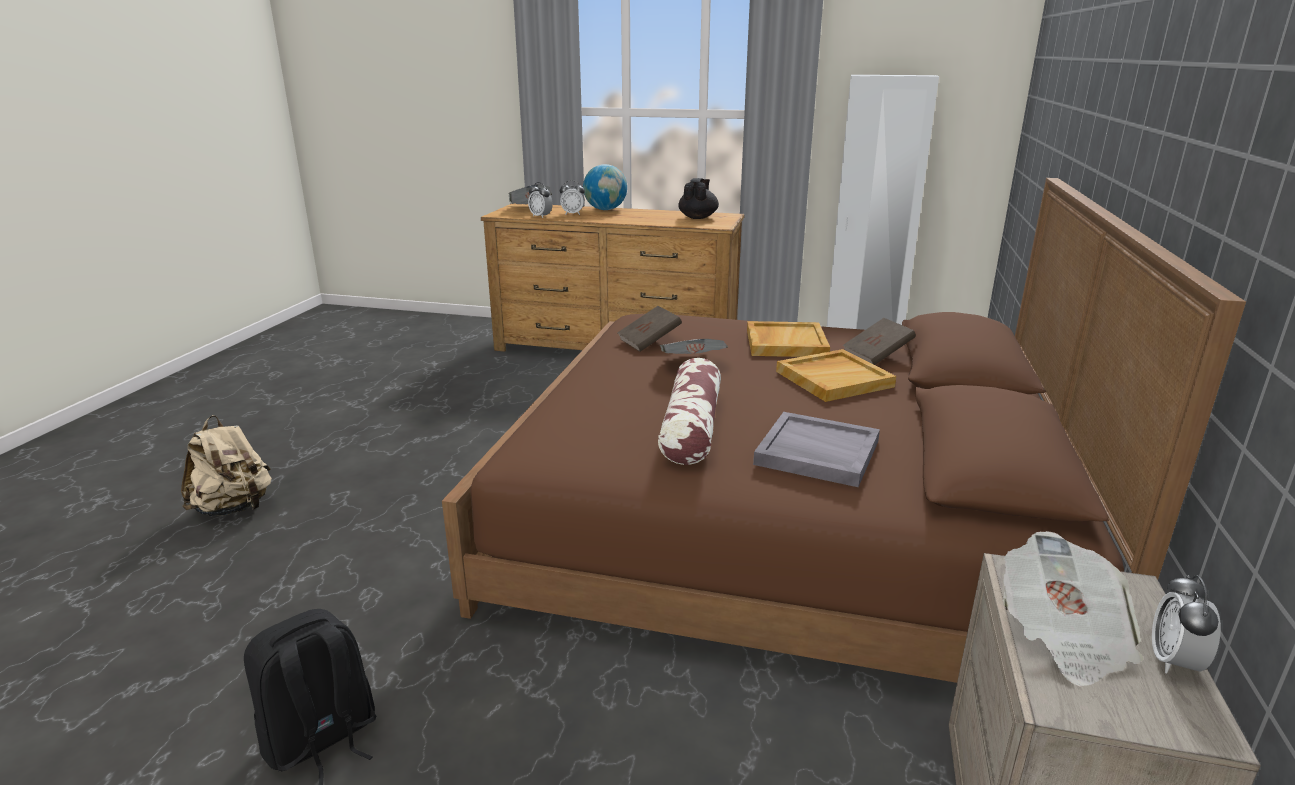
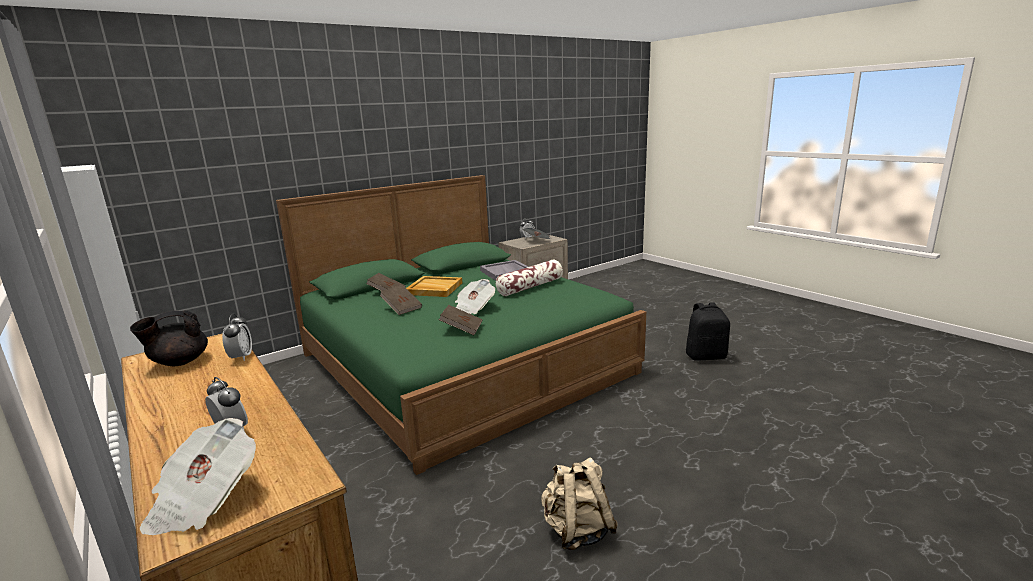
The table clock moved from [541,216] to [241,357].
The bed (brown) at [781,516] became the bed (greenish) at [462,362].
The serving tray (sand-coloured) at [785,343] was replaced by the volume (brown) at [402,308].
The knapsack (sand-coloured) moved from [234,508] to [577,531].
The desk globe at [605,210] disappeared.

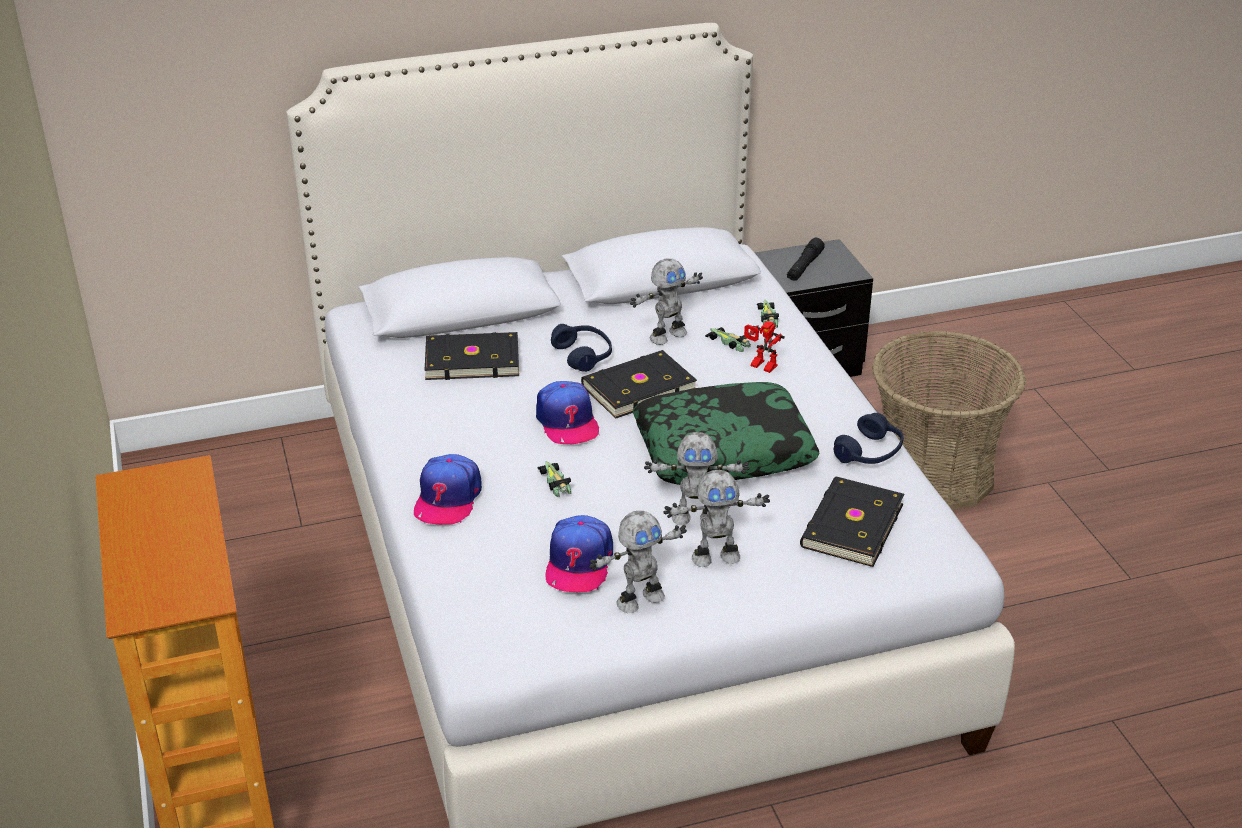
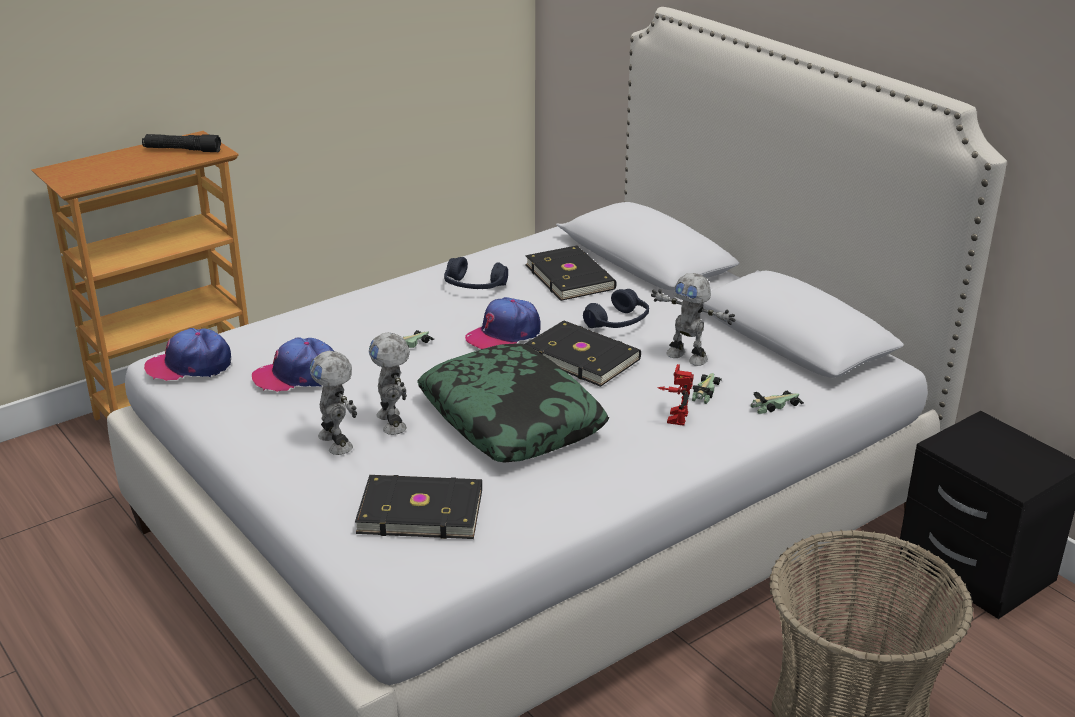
The torch (blackish) moved from [804,266] to [182,150].
The cap moved from [447,498] to [190,365].
The pair of headphones (bluish) moved from [869,453] to [474,286].
The robot figure at [639,599] disappeared.

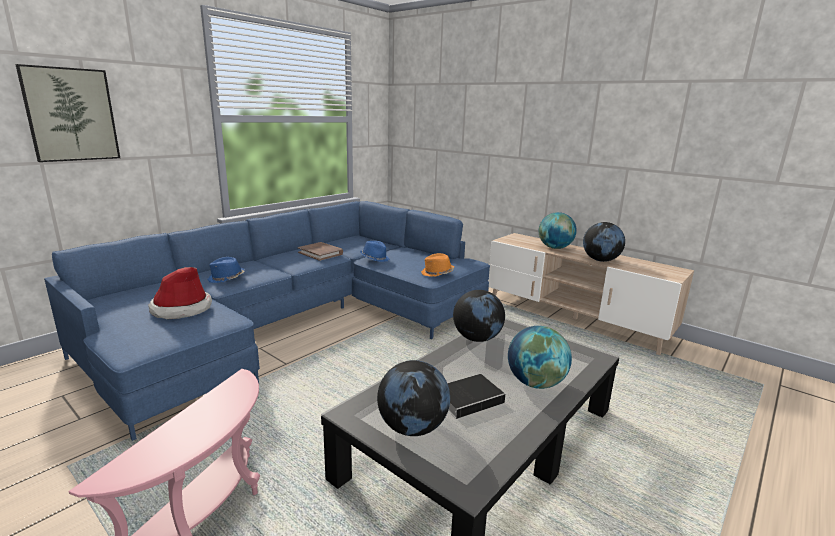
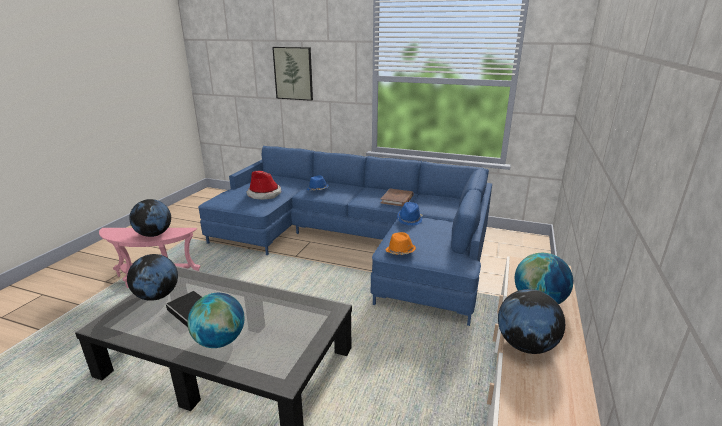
The desk globe moved from [477,338] to [154,234].

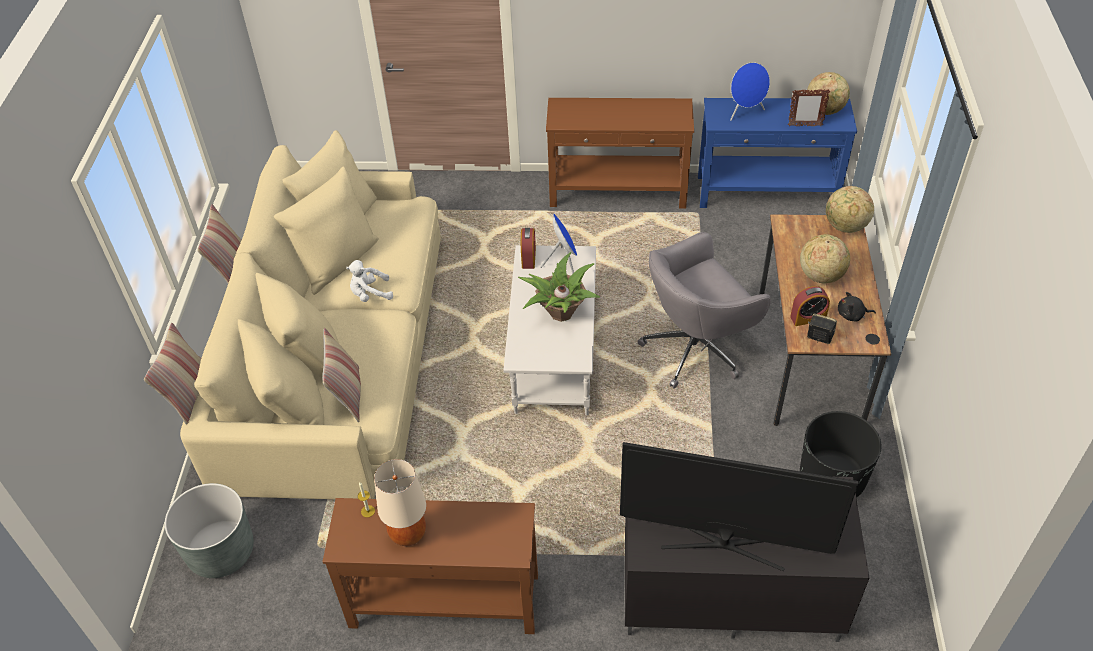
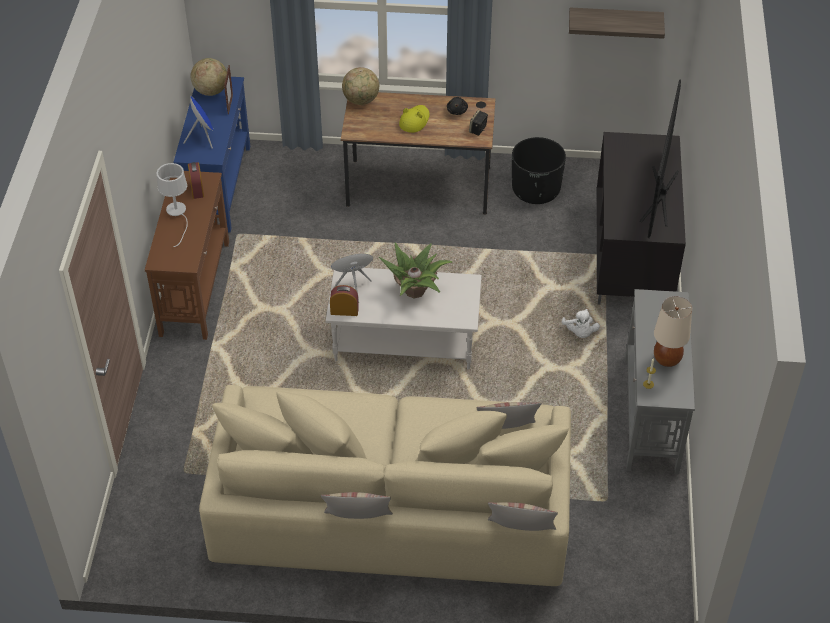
The lamp for a table (white-coloured) at [177,215] appeared.
The table clock moved from [808,318] to [197,189].
The desk globe at [821,275] was replaced by the hat (yellow-coloured) at [414,120].
The cuddly toy (white-coloured) moved from [370,294] to [580,333].
The shelf at [615,22] appeared.
The narrow table (brown) at [443,600] became the narrow table (greyish) at [650,414].
The planter (greyish) at [221,551] disappeared.
The computer chair (greyish) at [696,348] disappeared.

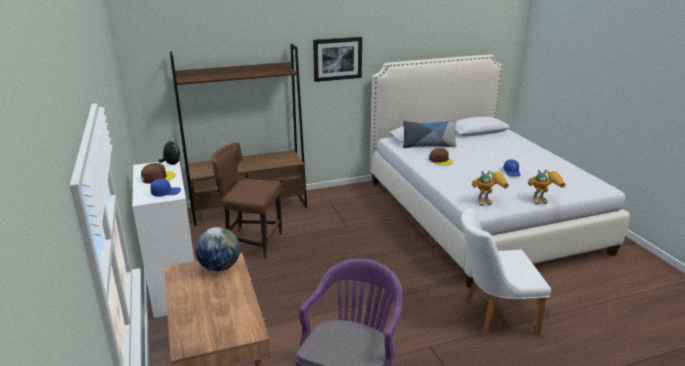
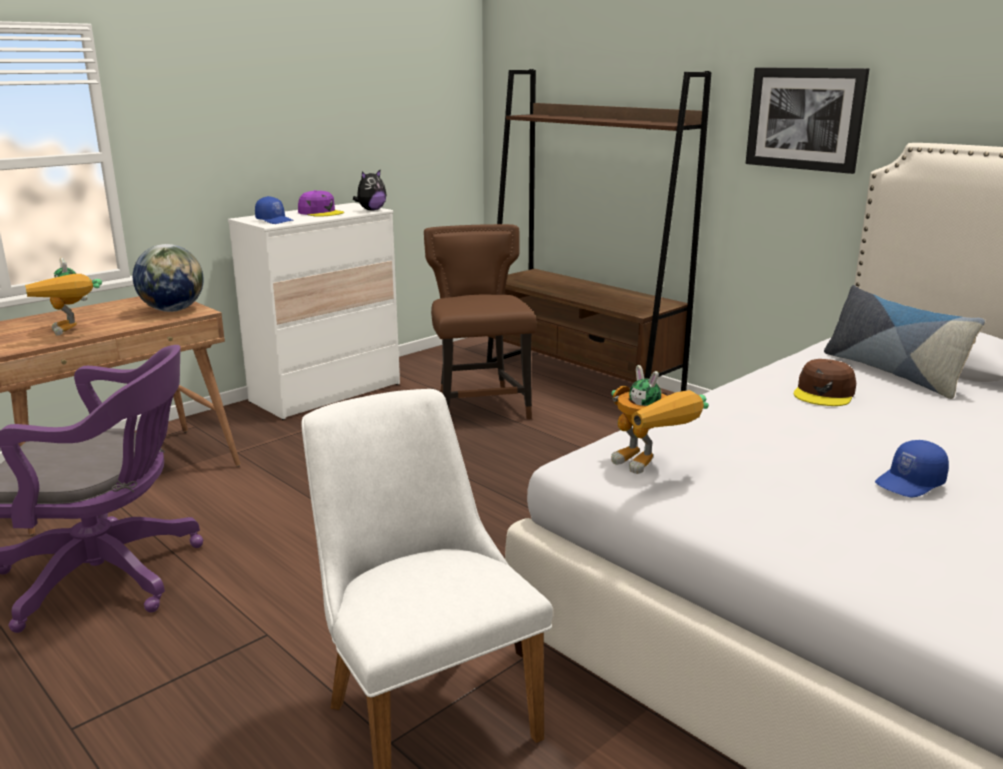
The robot figure moved from [543,200] to [73,333].
The cap (brown) at [158,177] became the cap (purple-coloured) at [321,212].

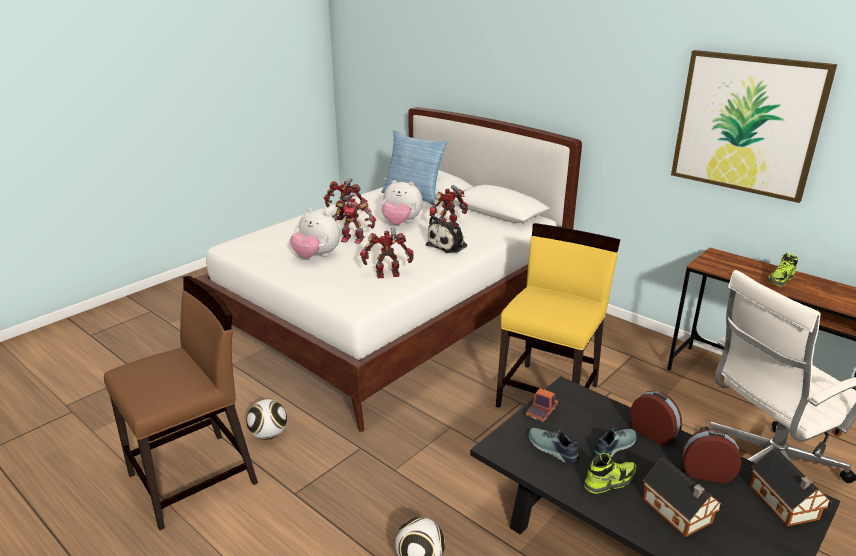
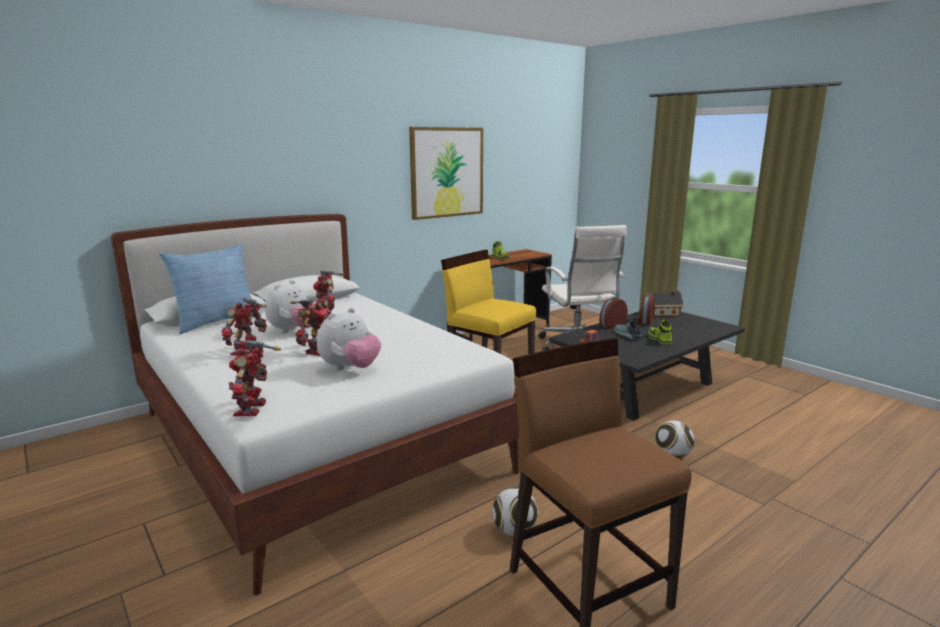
The robot figure moved from [388,275] to [253,409].
The cuddly toy at [448,245] disappeared.
The shoe at [551,449] disappeared.
The model house at [678,512] disappeared.

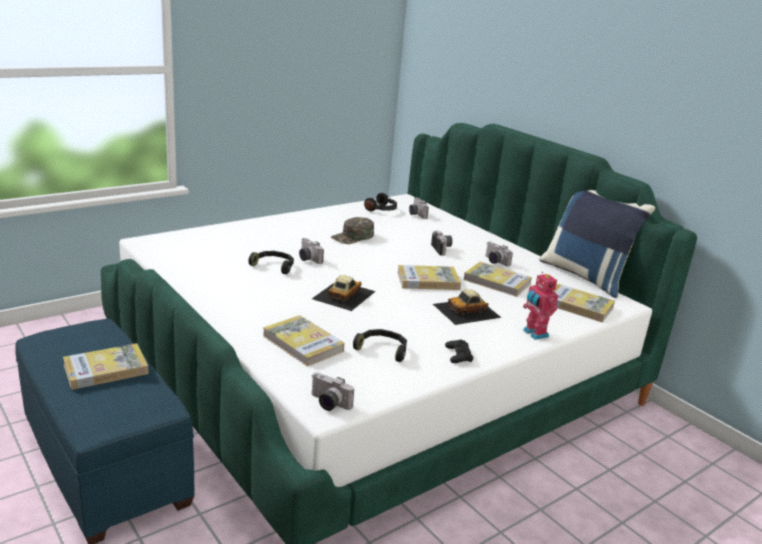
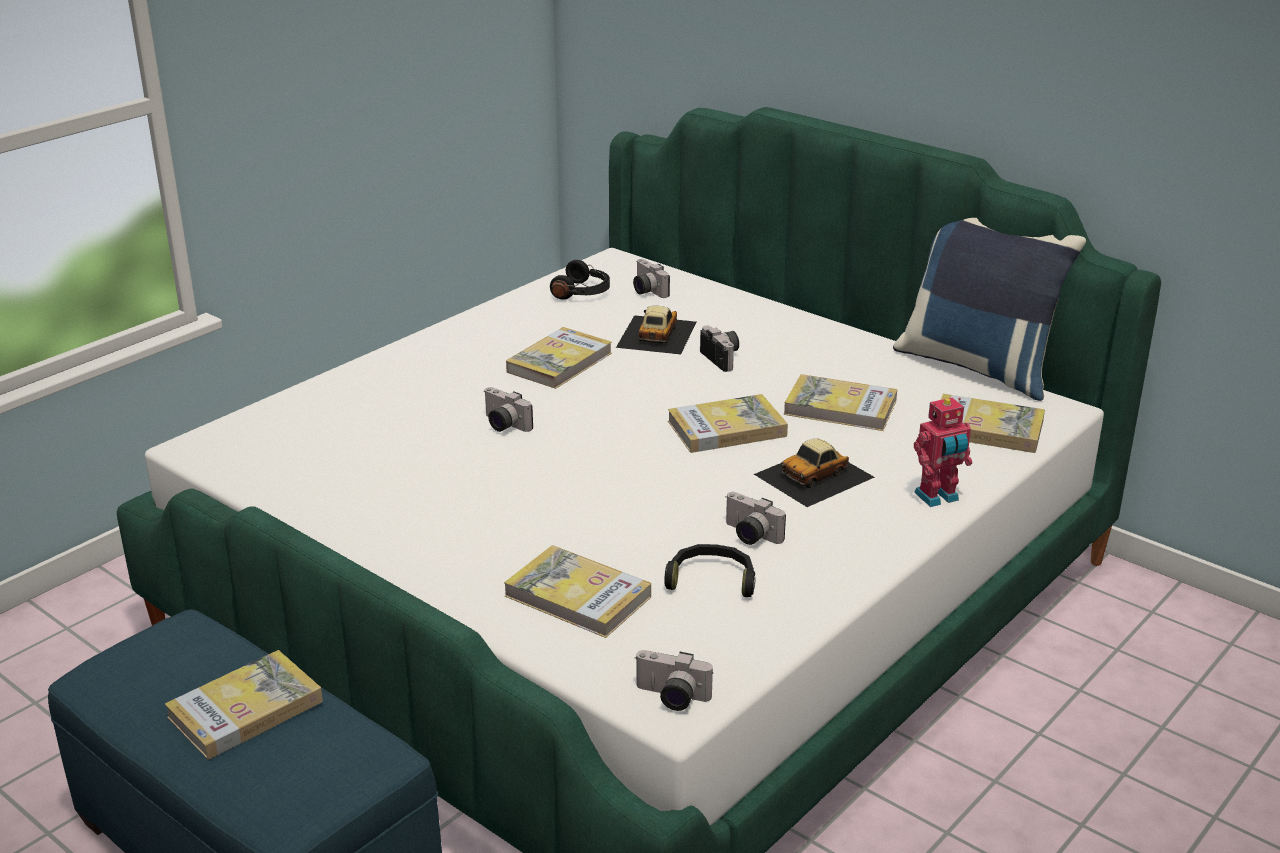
The cap (greenish) at [353,237] was replaced by the volume at [559,362].
The model car moved from [343,295] to [656,334].
The photo camera moved from [494,261] to [749,535].
The robot figure at [534,334] turned 75 degrees counterclockwise.
The pair of headphones (blackish) at [274,266] disappeared.
The game controller (blackish) at [458,355] disappeared.

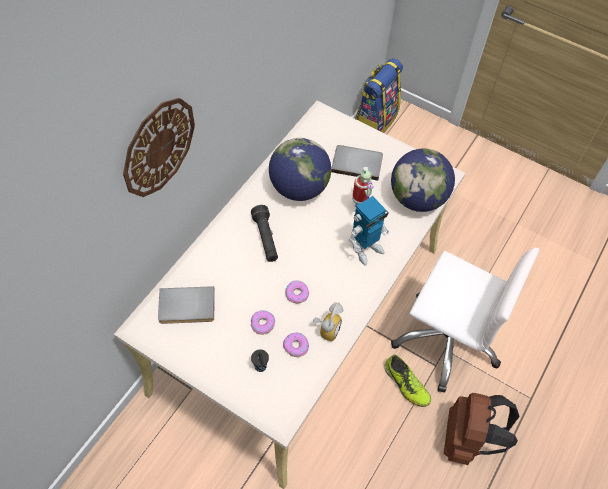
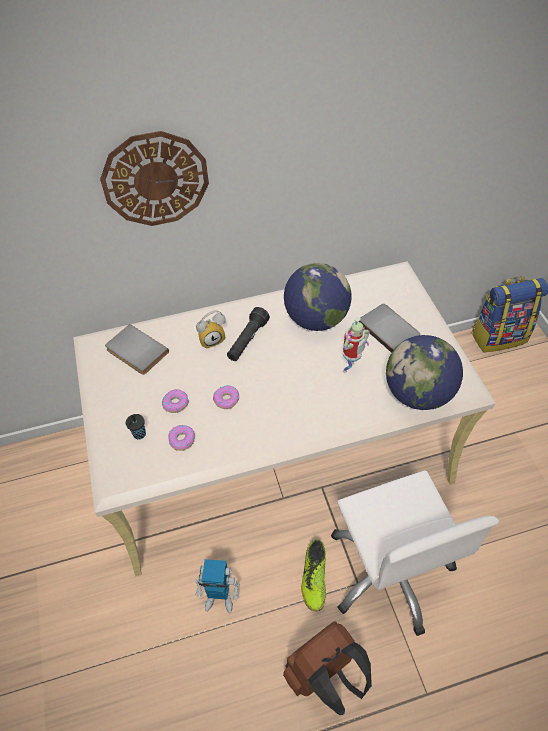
The robot figure moved from [366,249] to [220,597].
The table clock moved from [326,328] to [212,339].

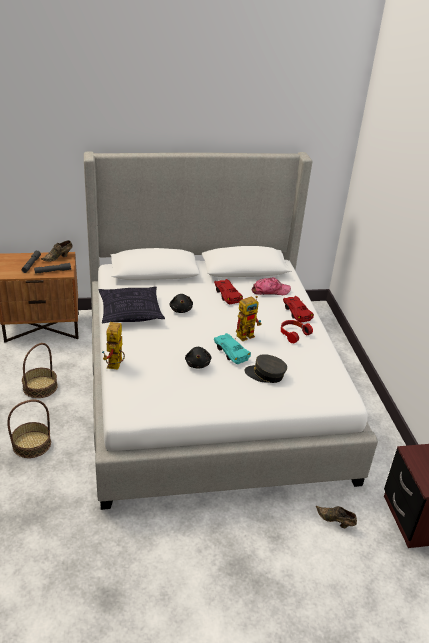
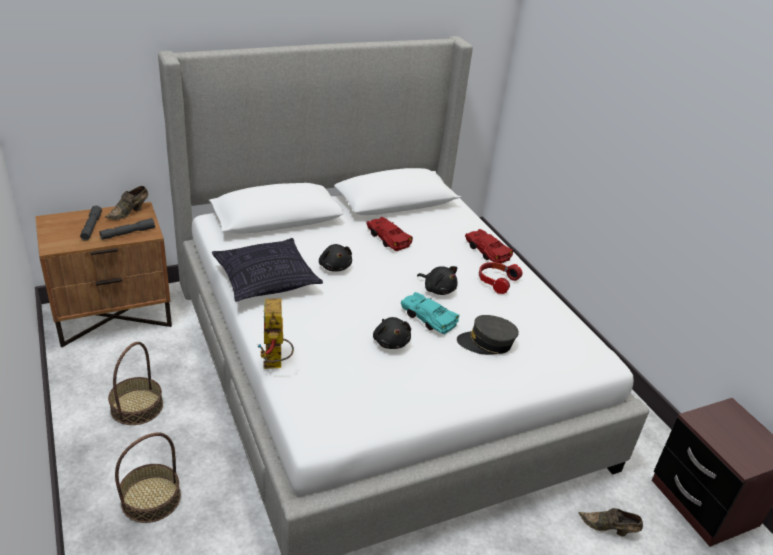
The robot figure at [247,334] was replaced by the cuddly toy (blackish) at [438,289].
The cap at [270,291] disappeared.

